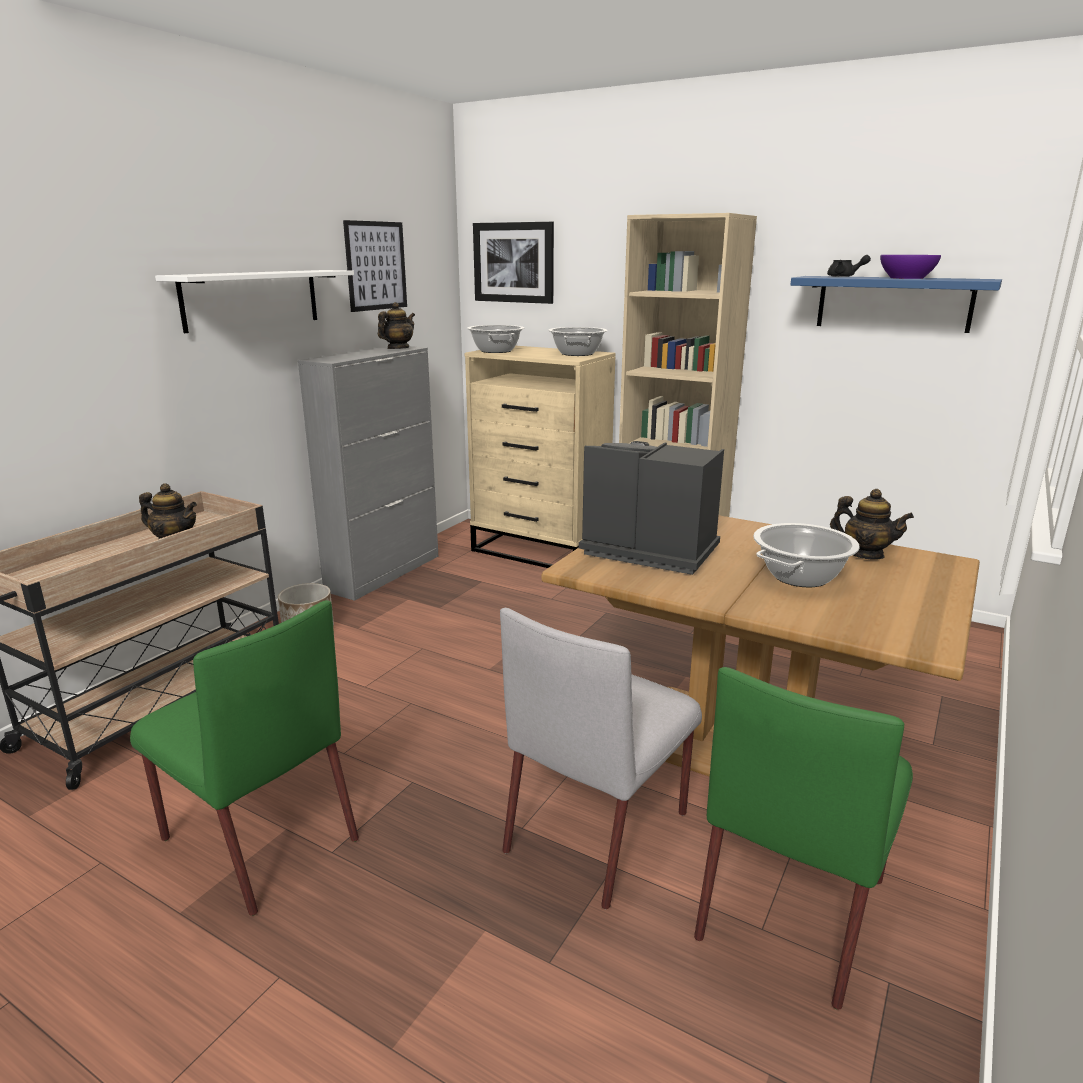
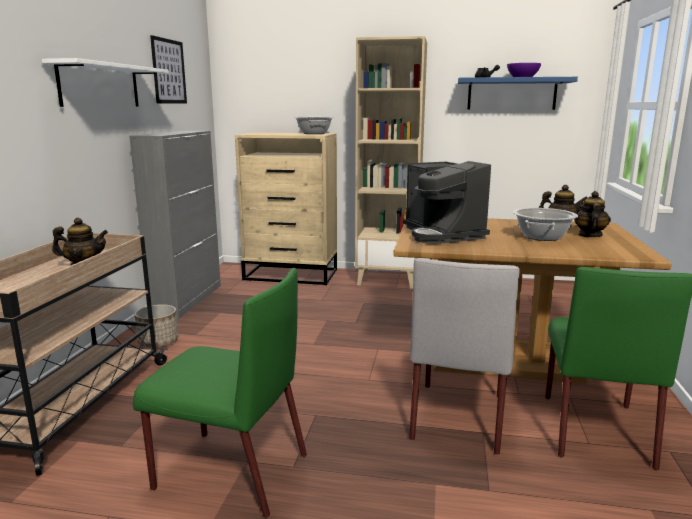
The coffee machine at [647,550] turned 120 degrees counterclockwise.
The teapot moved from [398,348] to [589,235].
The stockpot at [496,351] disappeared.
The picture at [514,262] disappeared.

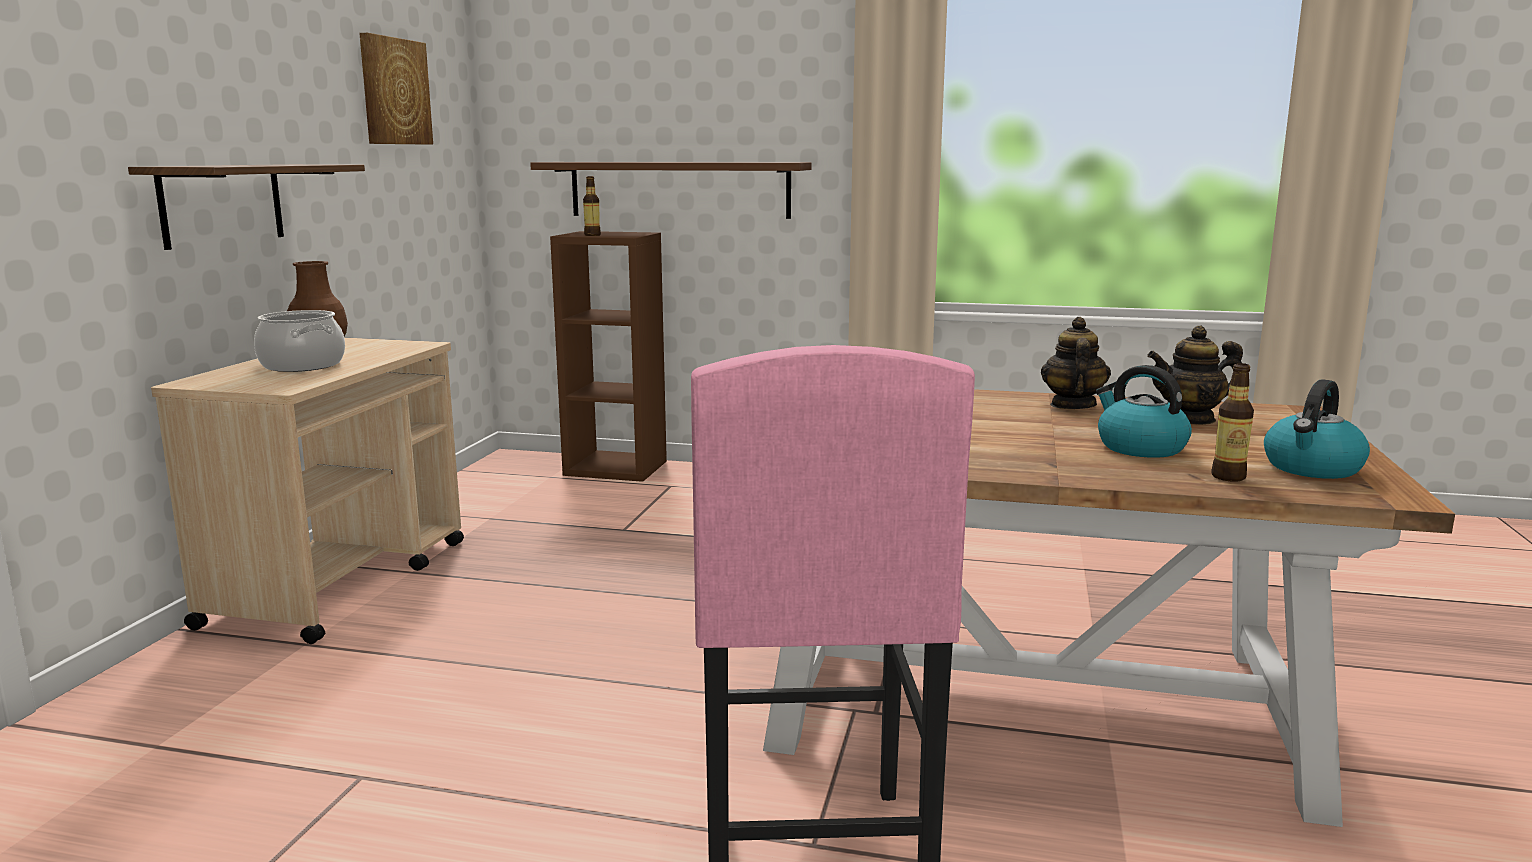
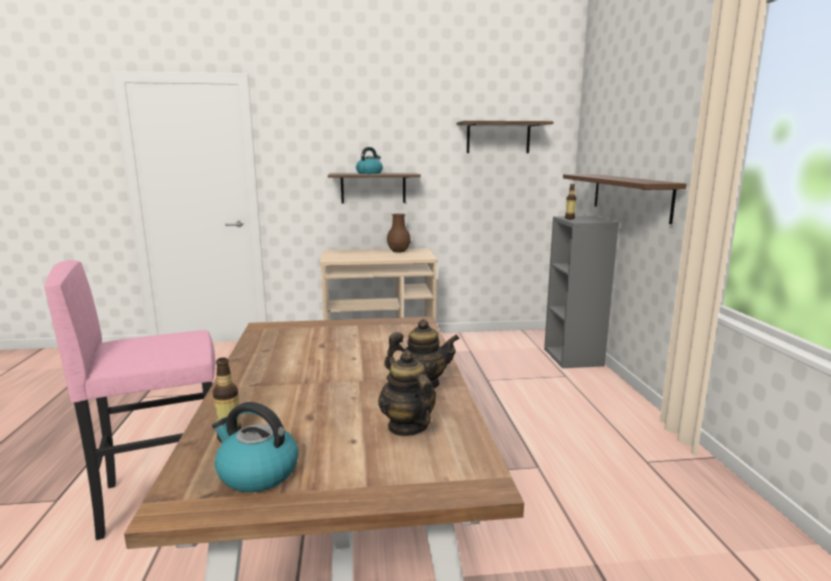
The water kettle moved from [1139,447] to [369,173].
The picture at [394,91] was replaced by the shelf at [498,138].
The bookcase (brown) at [617,468] became the bookcase (greyish) at [574,357].
The stockpot at [303,365] disappeared.

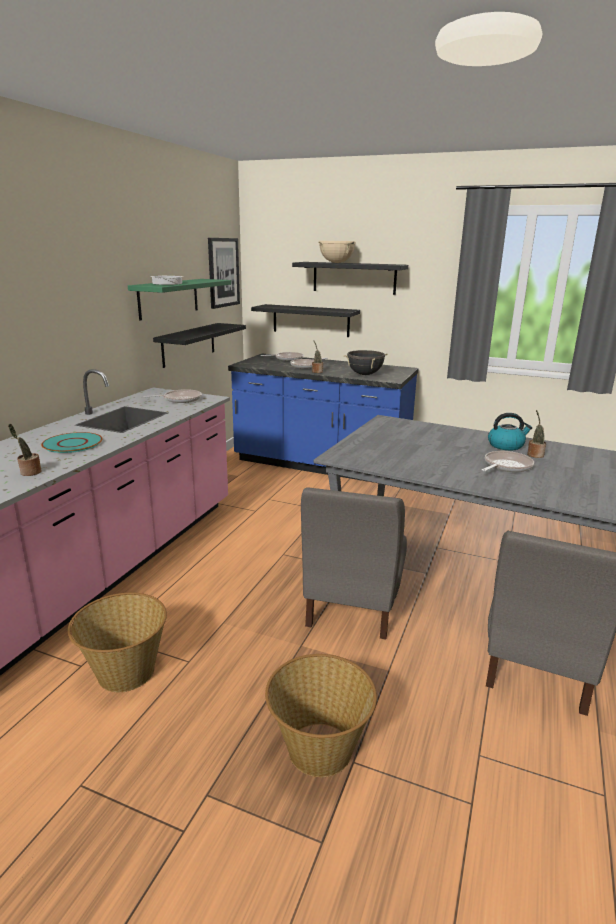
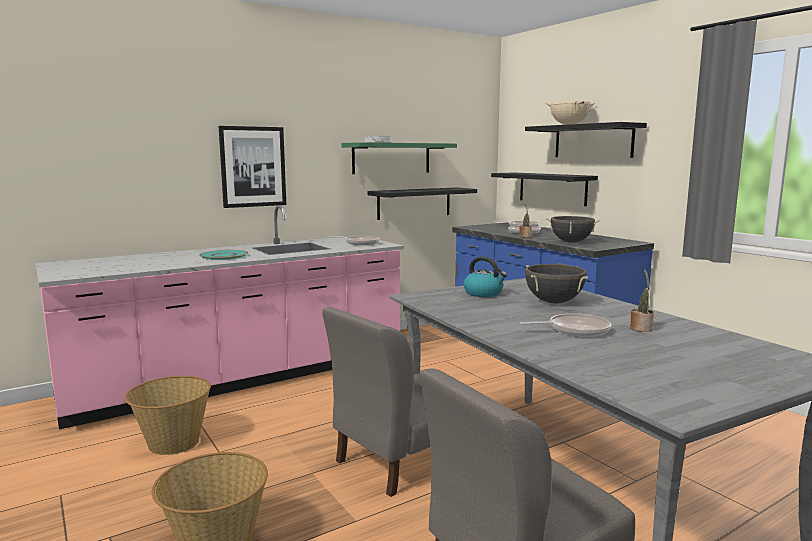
The picture moved from [223,272] to [253,166].
The water kettle moved from [506,445] to [484,293].
The stockpot (blackish) at [554,302] appeared.
The plant in a pot at [29,472] disappeared.

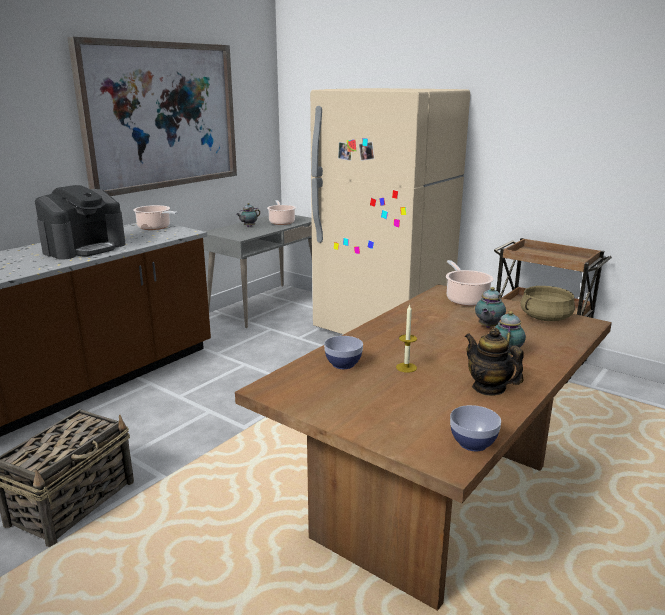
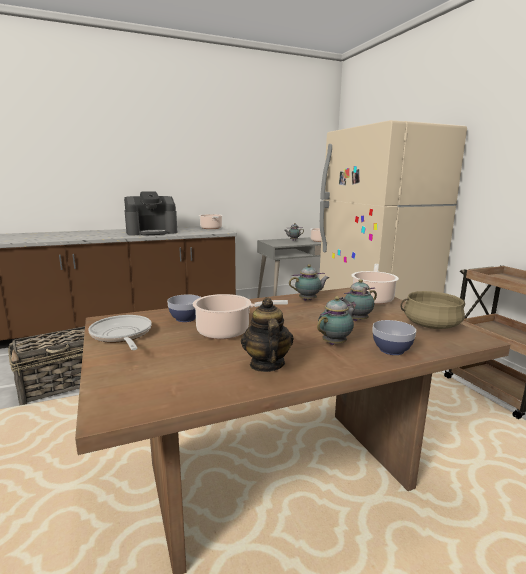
The frying pan at [122,335] appeared.
The wax candle at [406,367] was replaced by the stockpot at [227,331].
The teapot at [309,300] appeared.
The serving bowl moved from [473,443] to [391,350].
The picture at [161,116] disappeared.

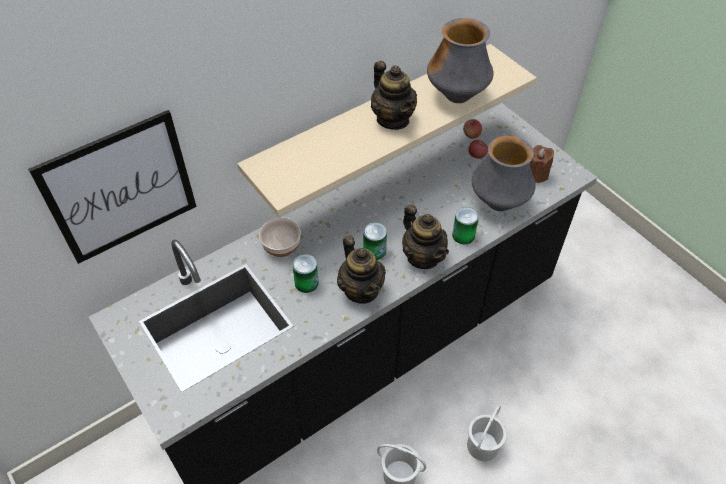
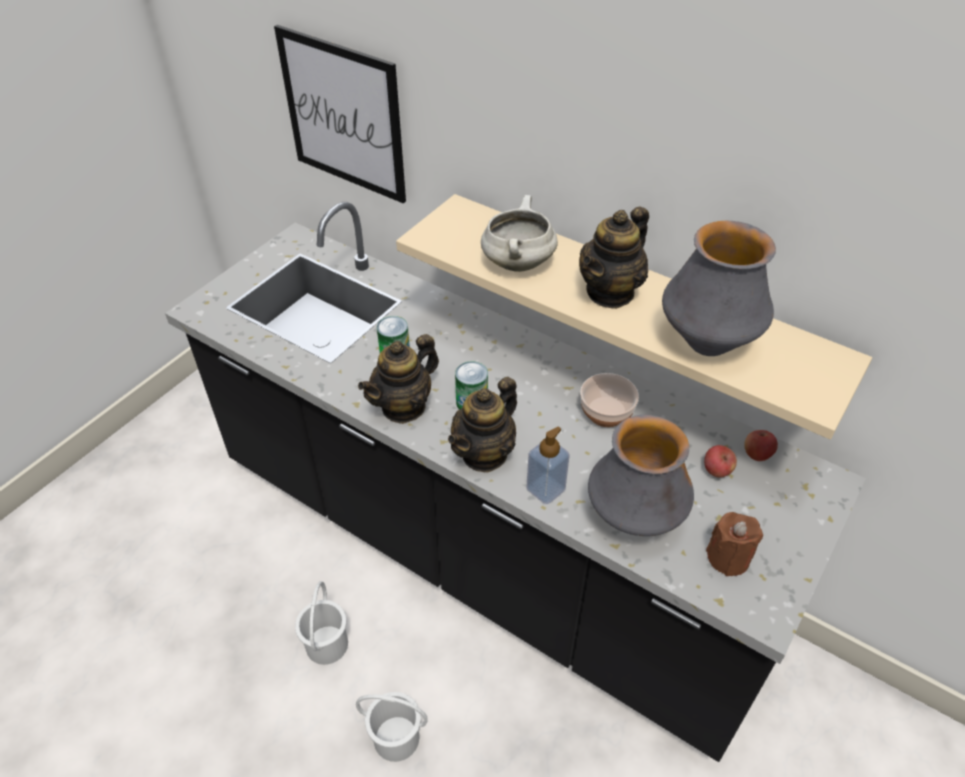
The stockpot (white-coloured) at [517,262] appeared.
The can at [463,235] was replaced by the soap bottle at [545,489].
The serving bowl moved from [281,245] to [606,412].

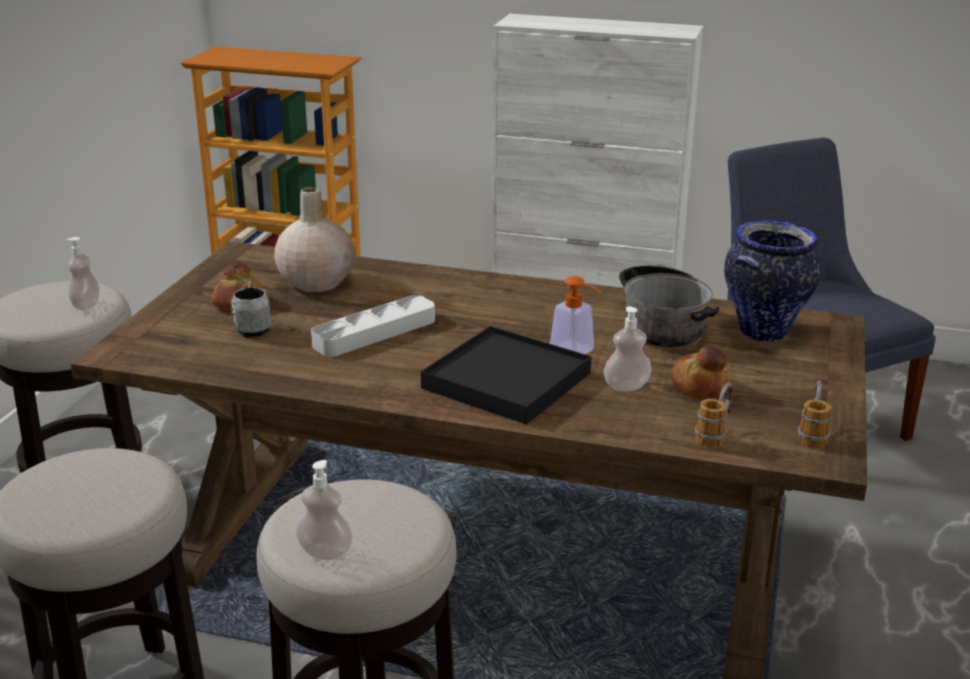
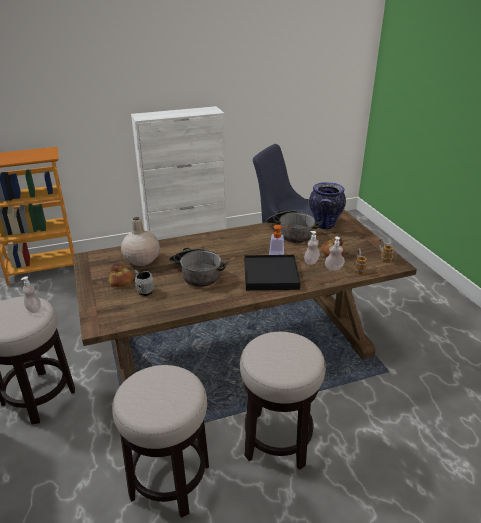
The serving tray (greyish) at [375,332] was replaced by the stockpot at [196,273].
The soap bottle moved from [325,552] to [333,268].

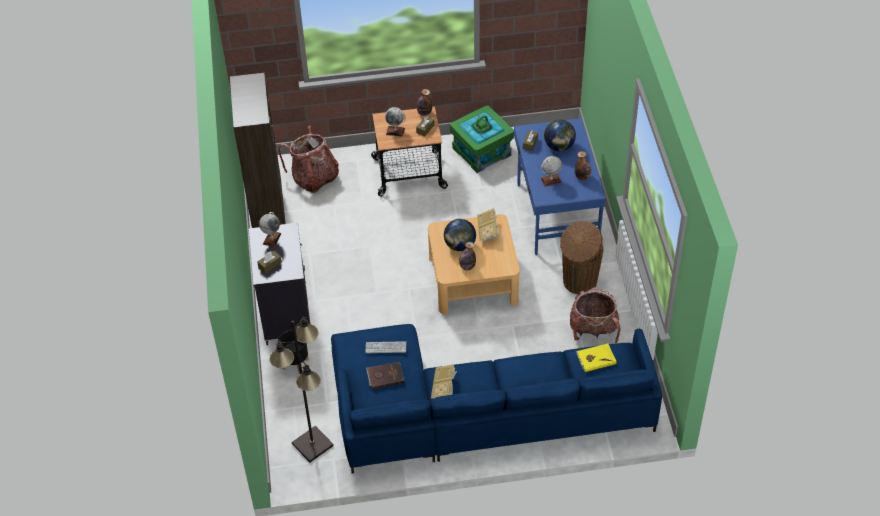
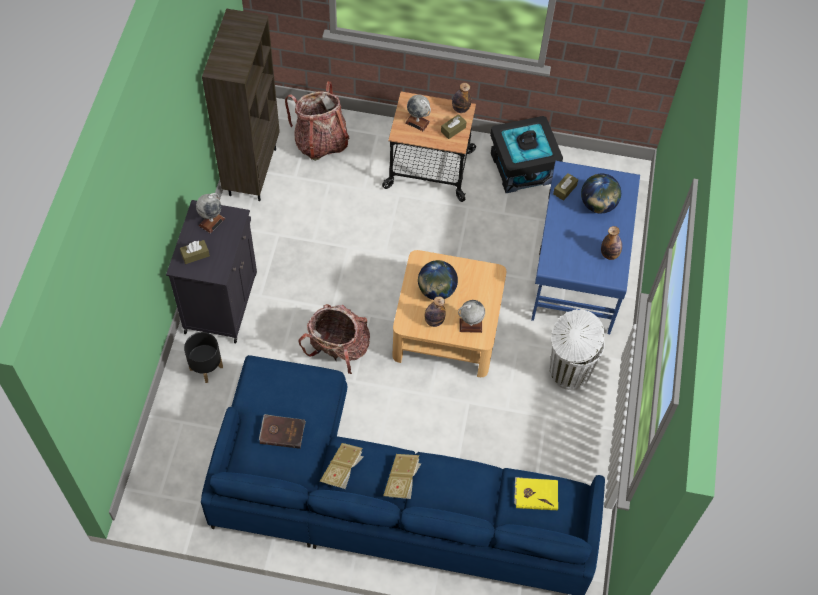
The knapsack moved from [593,330] to [338,349].
The volume moved from [488,231] to [402,481].
The desk globe moved from [551,180] to [470,325].
The storage box (greenish) at [481,151] became the storage box (blackish) at [522,167].
The rubbish bin (brown) at [579,282] became the rubbish bin (white-coloured) at [568,372].
The standing lamp (blackish) at [313,444] disappeared.
The PC keyboard at [386,347] disappeared.

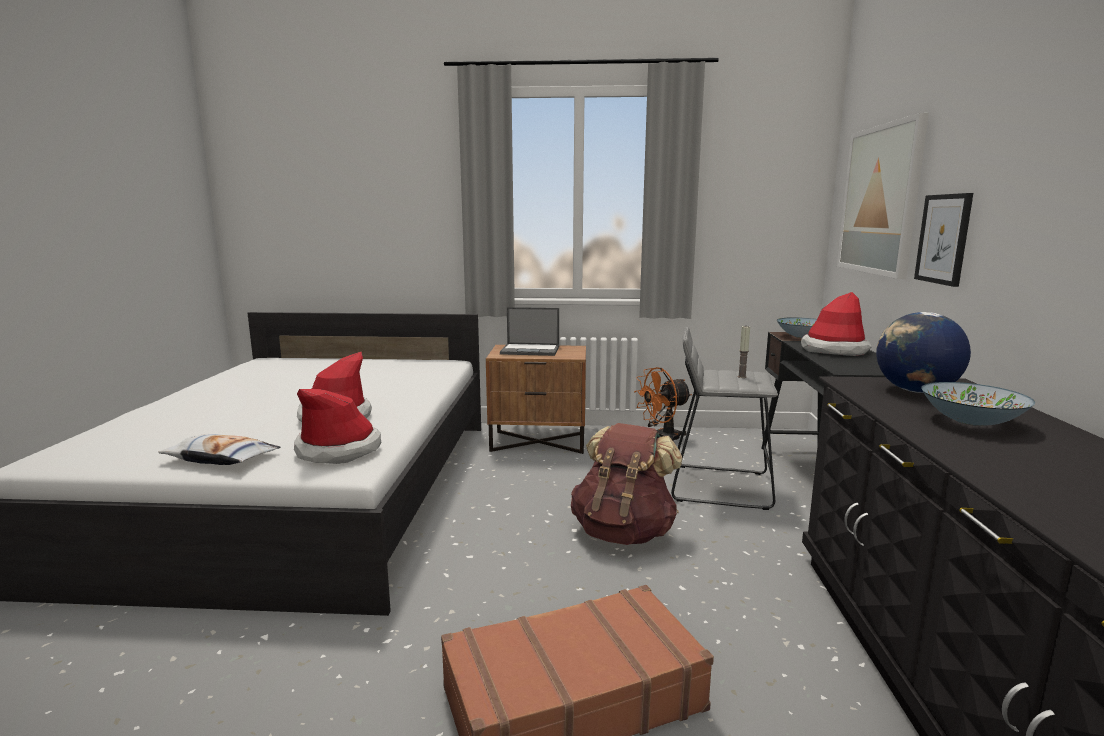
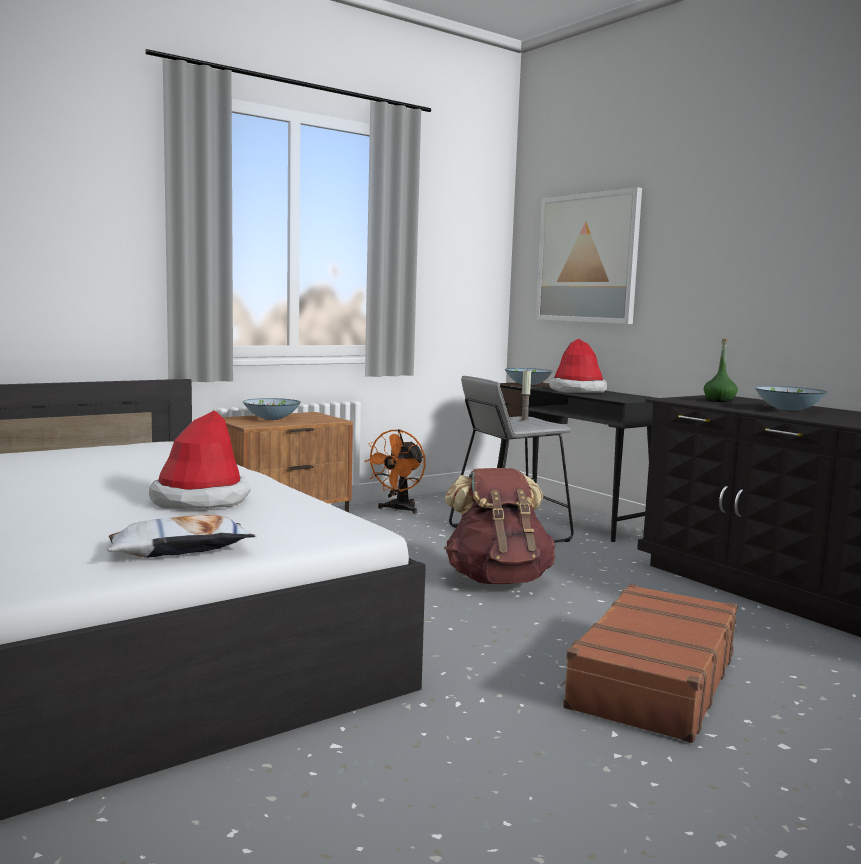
The portable computer at [531,350] was replaced by the serving bowl at [272,419].
The desk globe at [915,391] was replaced by the bottle (greenish) at [719,401].
The hat at [339,450] disappeared.
The picture at [943,239] disappeared.

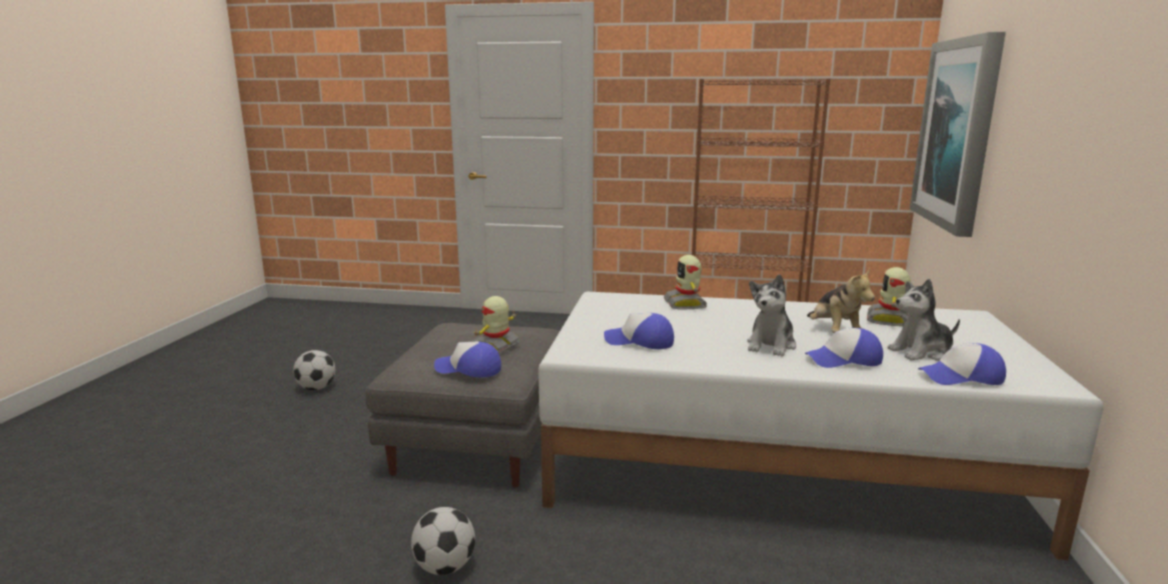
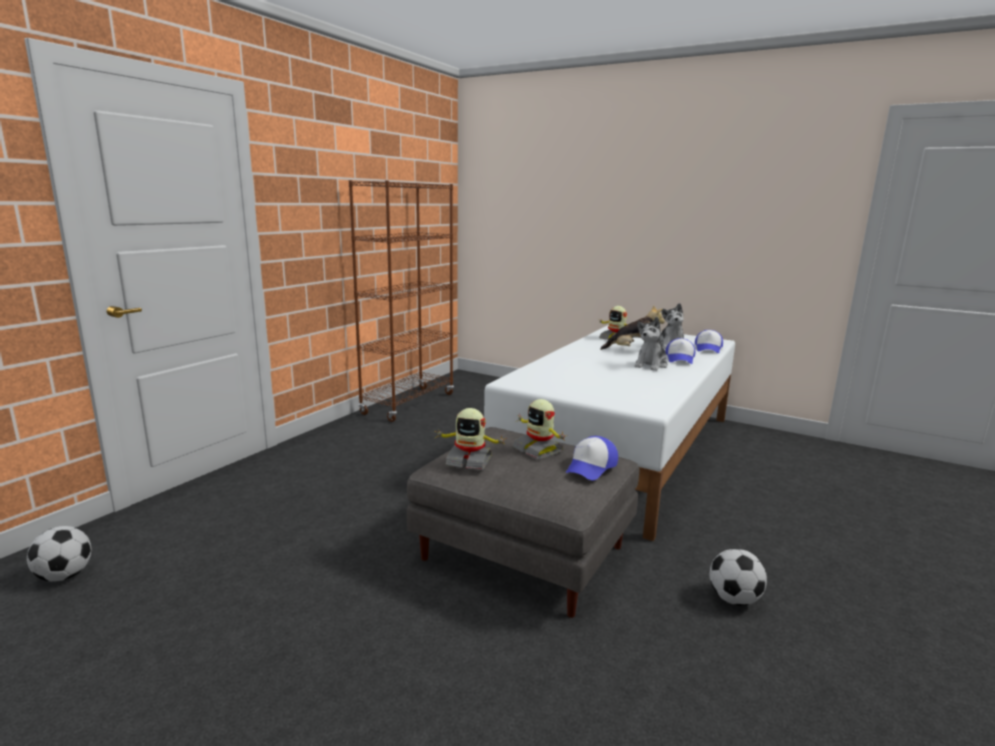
The ball for football moved from [317,388] to [65,576].
The robot figure moved from [686,304] to [469,461].
The cuddly toy at [771,345] turned 75 degrees clockwise.
The cap at [639,342] disappeared.
The picture at [957,133] disappeared.

